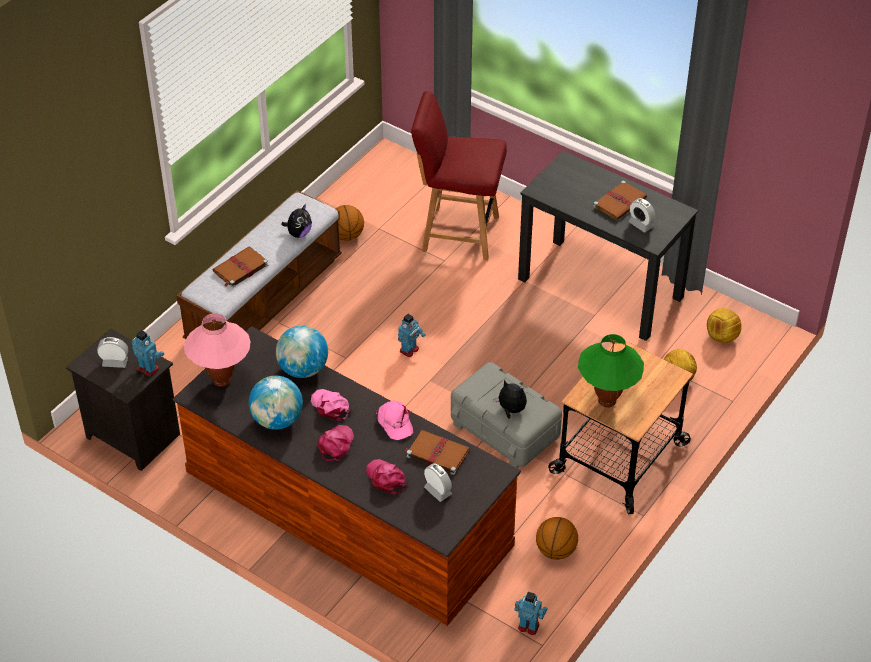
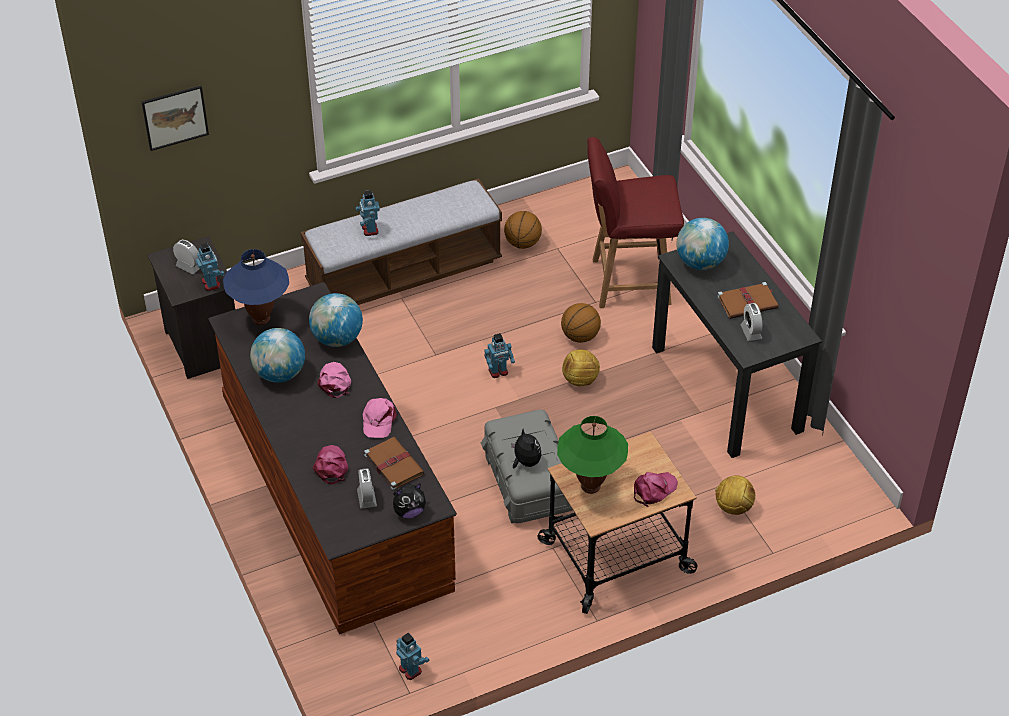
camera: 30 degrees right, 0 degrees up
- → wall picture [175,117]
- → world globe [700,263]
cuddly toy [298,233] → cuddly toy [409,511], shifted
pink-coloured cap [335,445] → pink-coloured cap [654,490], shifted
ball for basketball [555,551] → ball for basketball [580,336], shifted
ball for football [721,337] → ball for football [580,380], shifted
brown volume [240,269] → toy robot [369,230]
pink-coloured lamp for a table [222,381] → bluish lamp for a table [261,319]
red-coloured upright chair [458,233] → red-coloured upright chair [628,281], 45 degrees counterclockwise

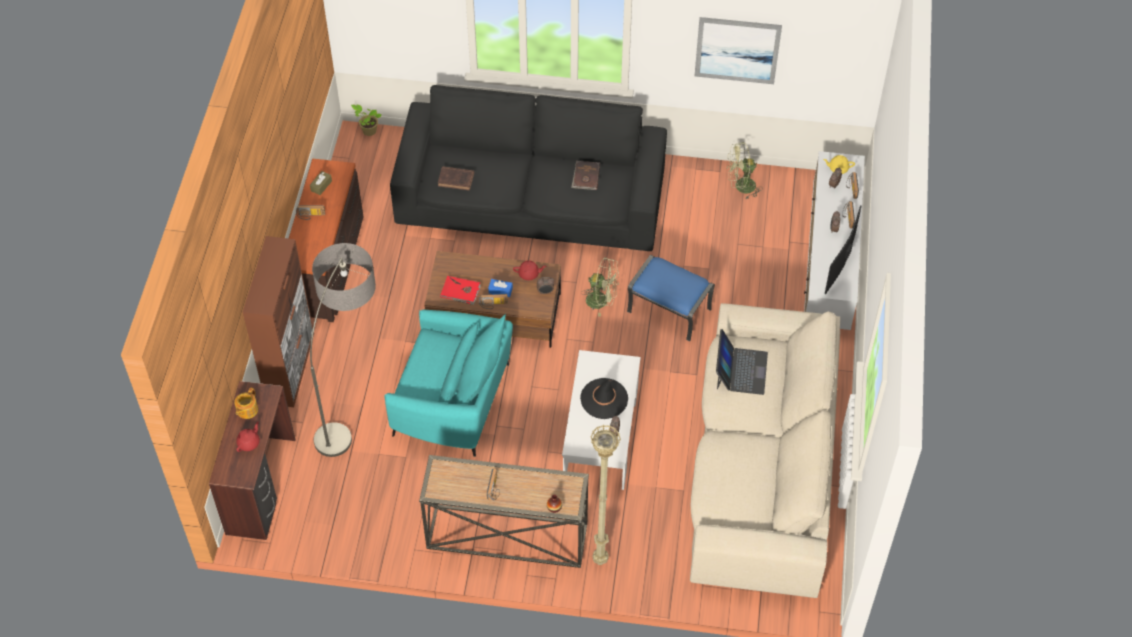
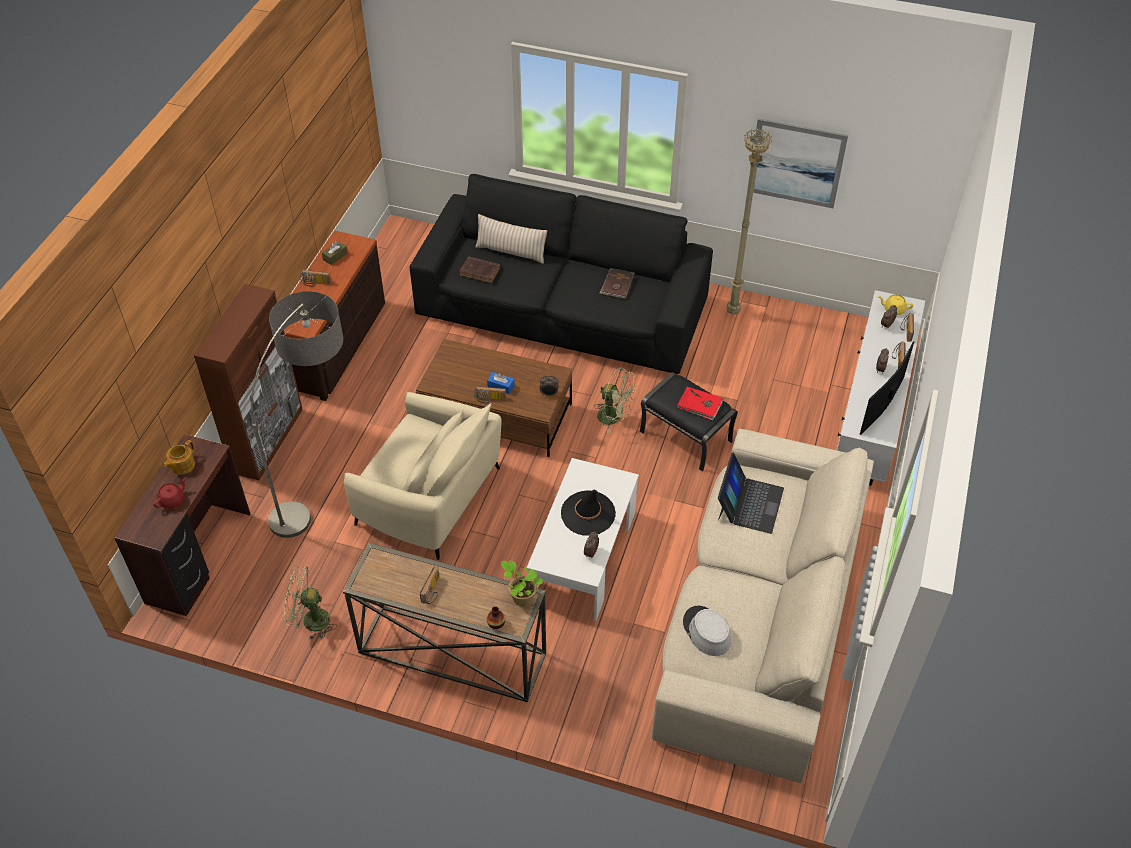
camera: 10 degrees right, 5 degrees down
red-coloured pot for tea [529,274] → -
- → beige-coloured pillow [511,252]
- → grey clothing hat [706,631]
plant in a pot [368,130] → plant in a pot [521,597], shifted
red-coloured volume [460,291] → red-coloured volume [699,405], shifted
beige-coloured standing lamp [601,560] → beige-coloured standing lamp [734,312], shifted
green cooling fan [740,187] → green cooling fan [310,621], shifted
blue-green easy chair [453,401] → beige-coloured easy chair [430,498]
bluish footrest [668,311] → black footrest [684,437]

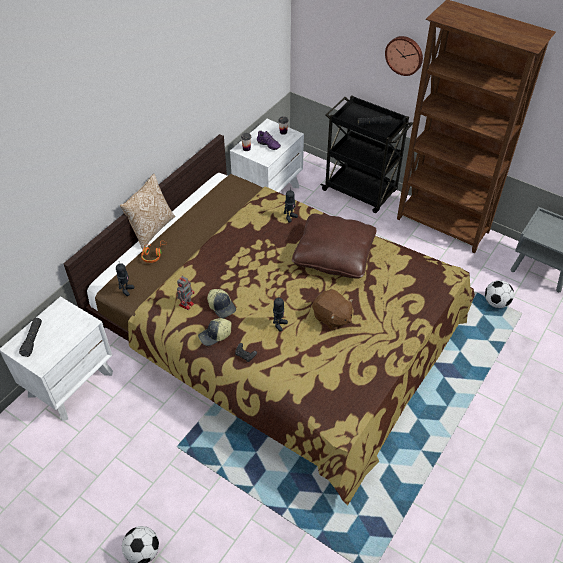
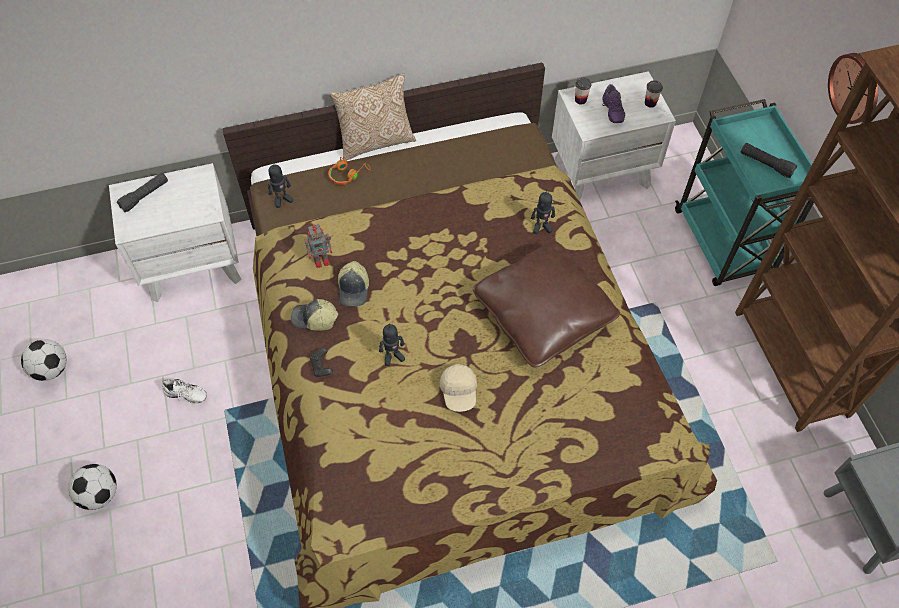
camera: 40 degrees right, 10 degrees up
- → white shoe [185,396]
ball for football [496,303] → ball for football [51,369], shifted
brown cuddly toy [332,318] → beige-coloured cap [459,392]
black wheeled cart [361,191] → blue-green wheeled cart [724,243]

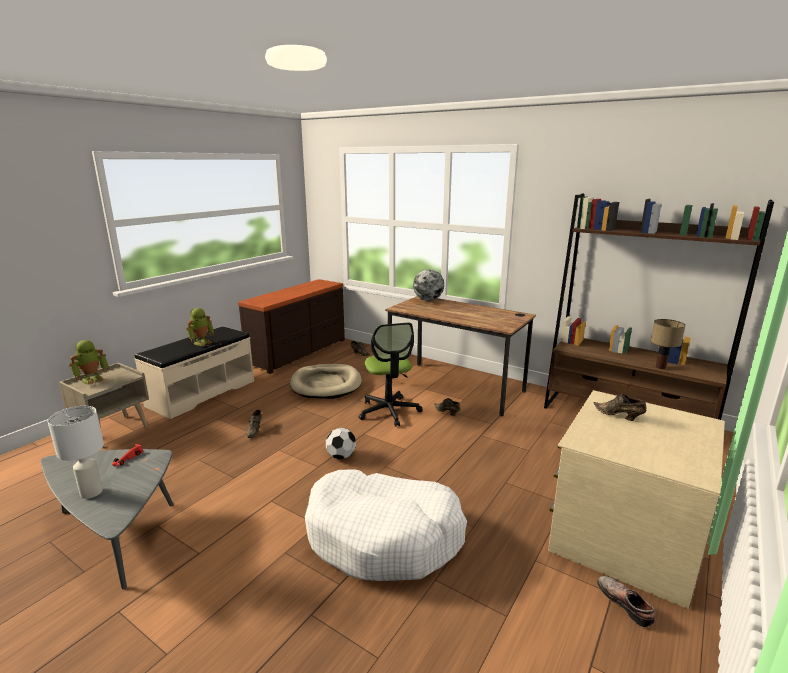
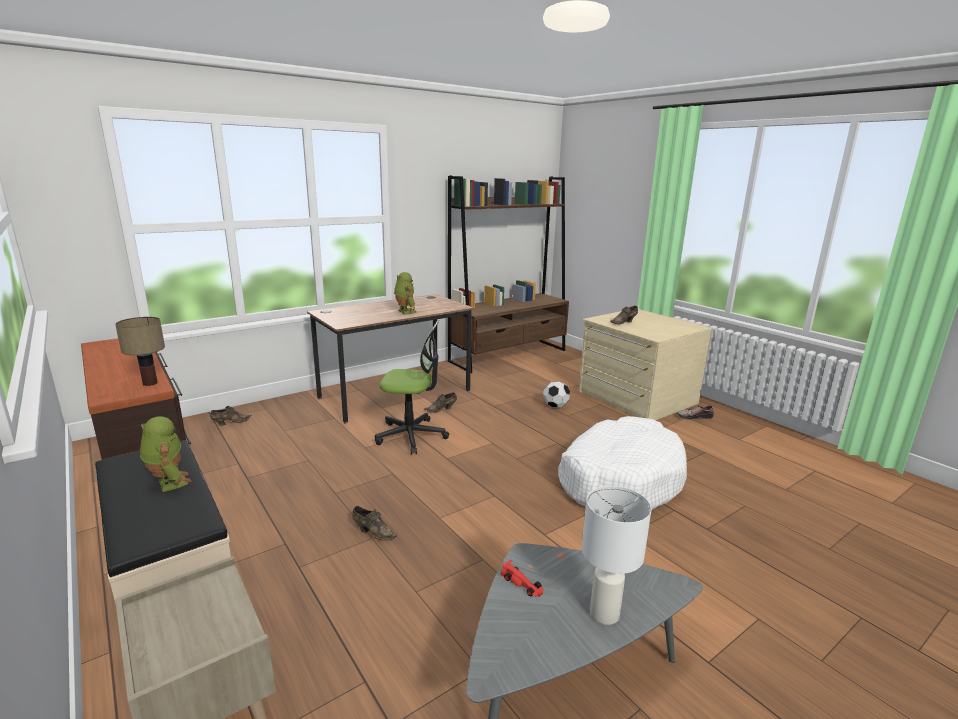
camera: 70 degrees left, 0 degrees up
beige-coloured dog cushion [326,384] → -
world globe [428,300] → -
toy robot [92,379] → toy robot [405,312], shifted
ball for football [341,456] → ball for football [555,406], shifted
lamp for a table [661,367] → lamp for a table [151,383], shifted

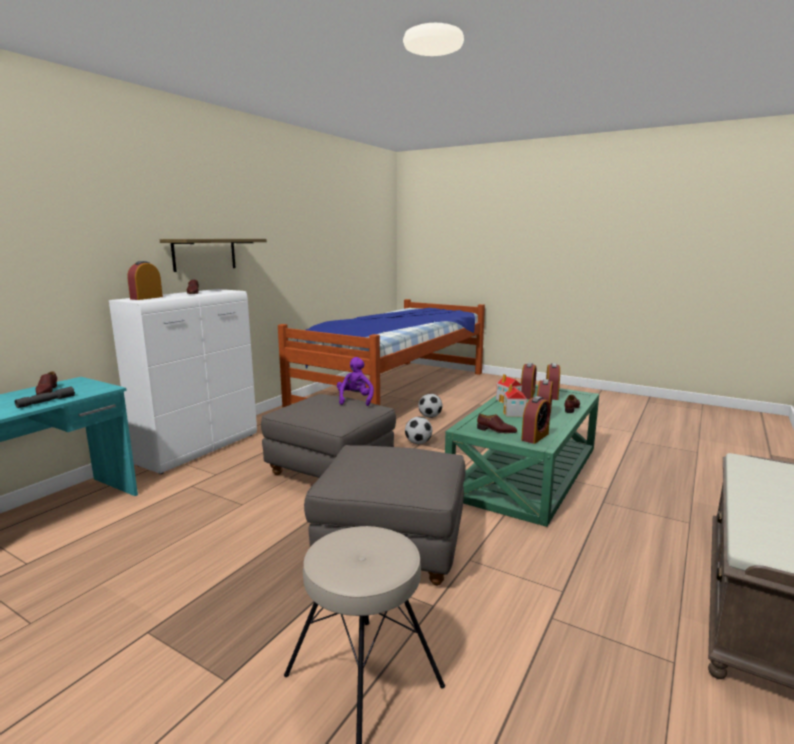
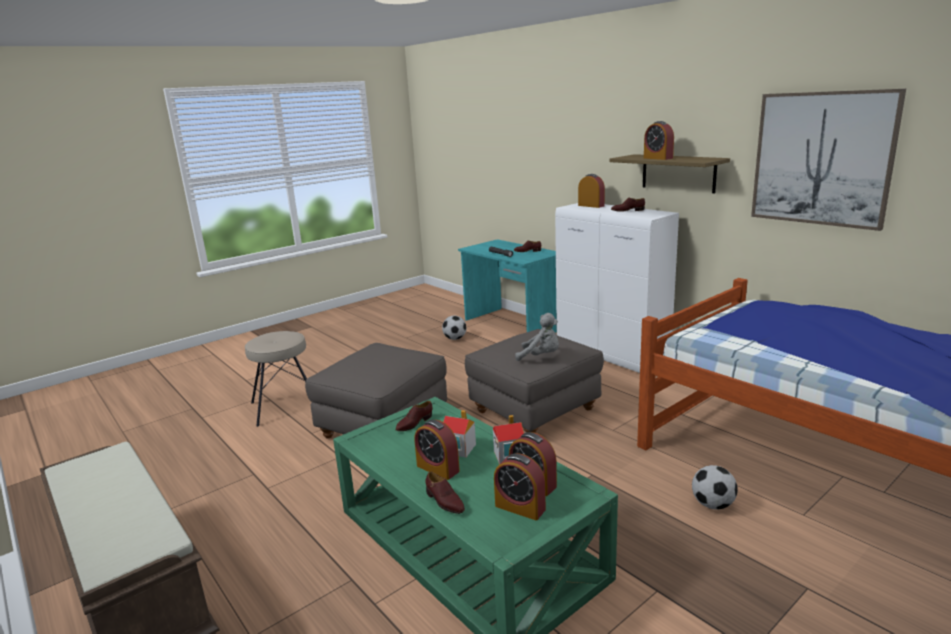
camera: 110 degrees right, 5 degrees up
- → wall picture [821,159]
ball for football [418,443] → ball for football [455,338], shifted
bedside clock [535,437] → bedside clock [658,158], shifted
purple-coloured cuddly toy [355,400] → grey cuddly toy [541,356]

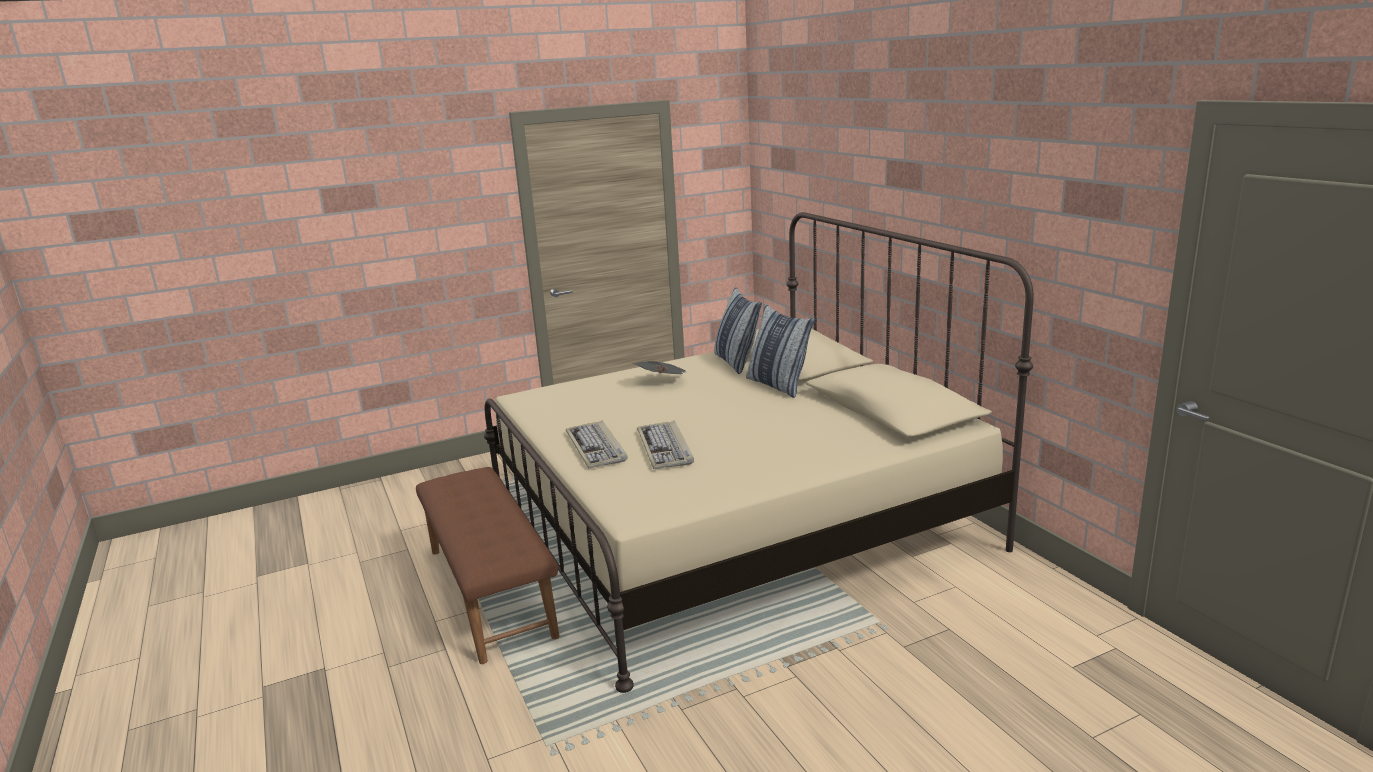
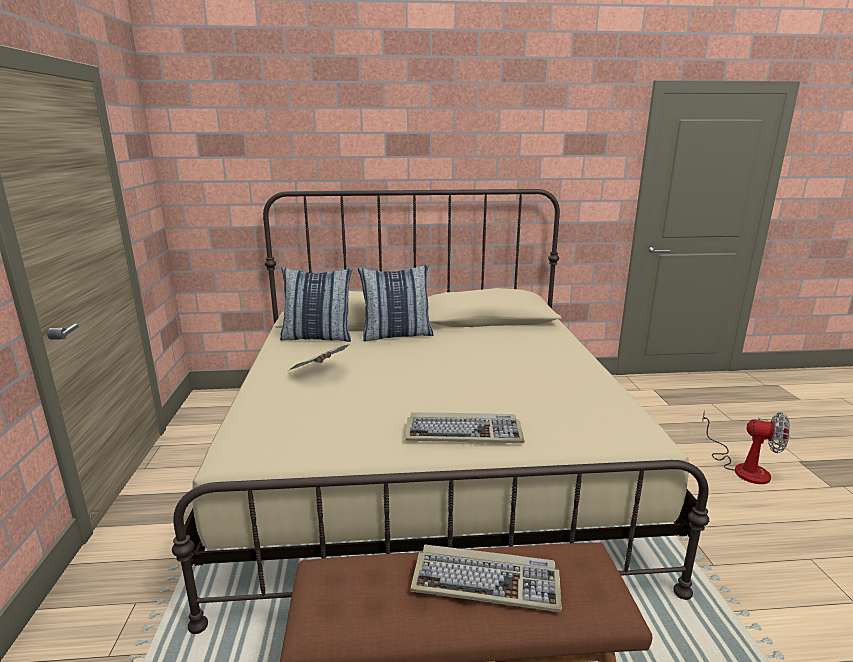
camera: 70 degrees left, 0 degrees up
- → cooling fan [742,467]
computer keyboard [665,448] → computer keyboard [487,581], shifted

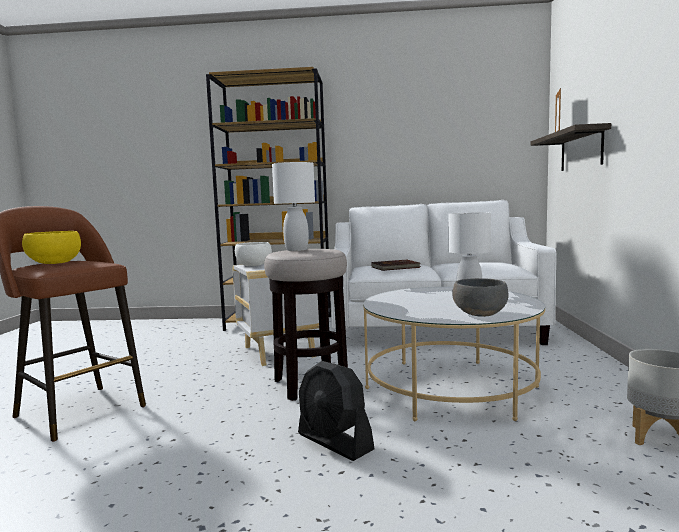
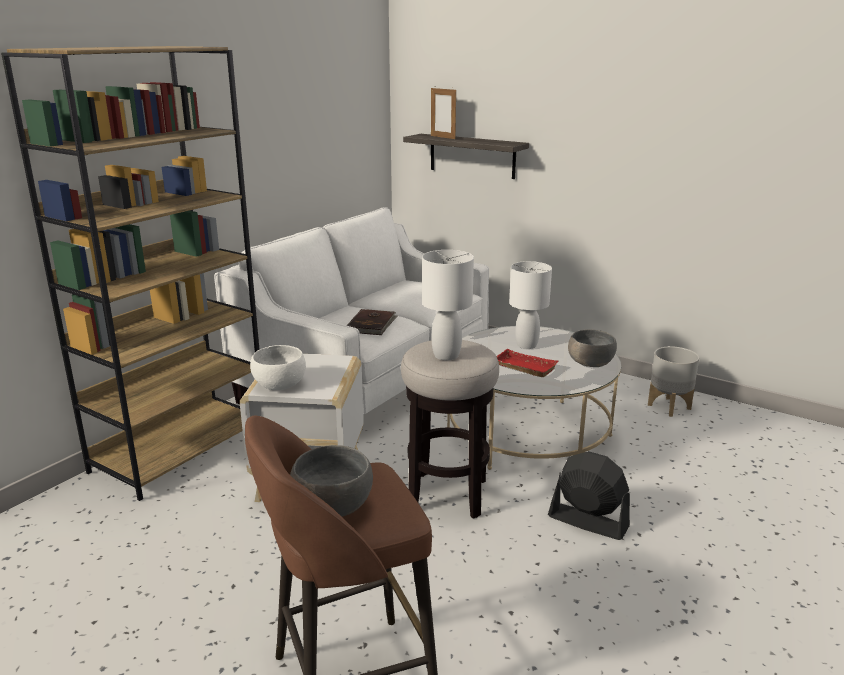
camera: 60 degrees left, 15 degrees up
- → red-coloured tray [523,367]
yellow serving bowl [54,262] → grey serving bowl [332,506]
black cooling fan [334,442] → black cooling fan [587,521], 135 degrees counterclockwise

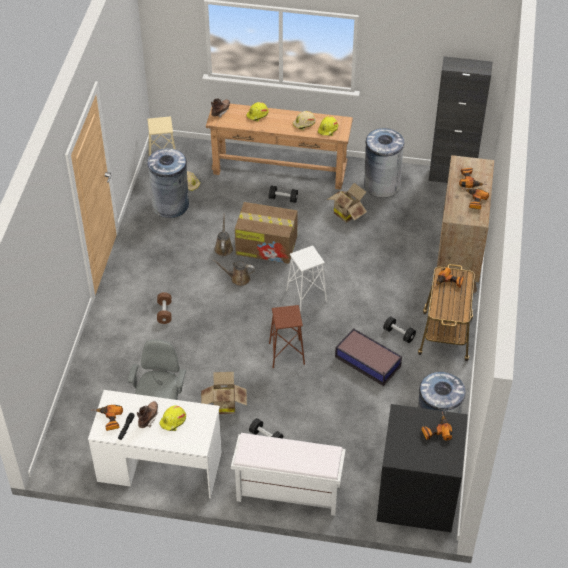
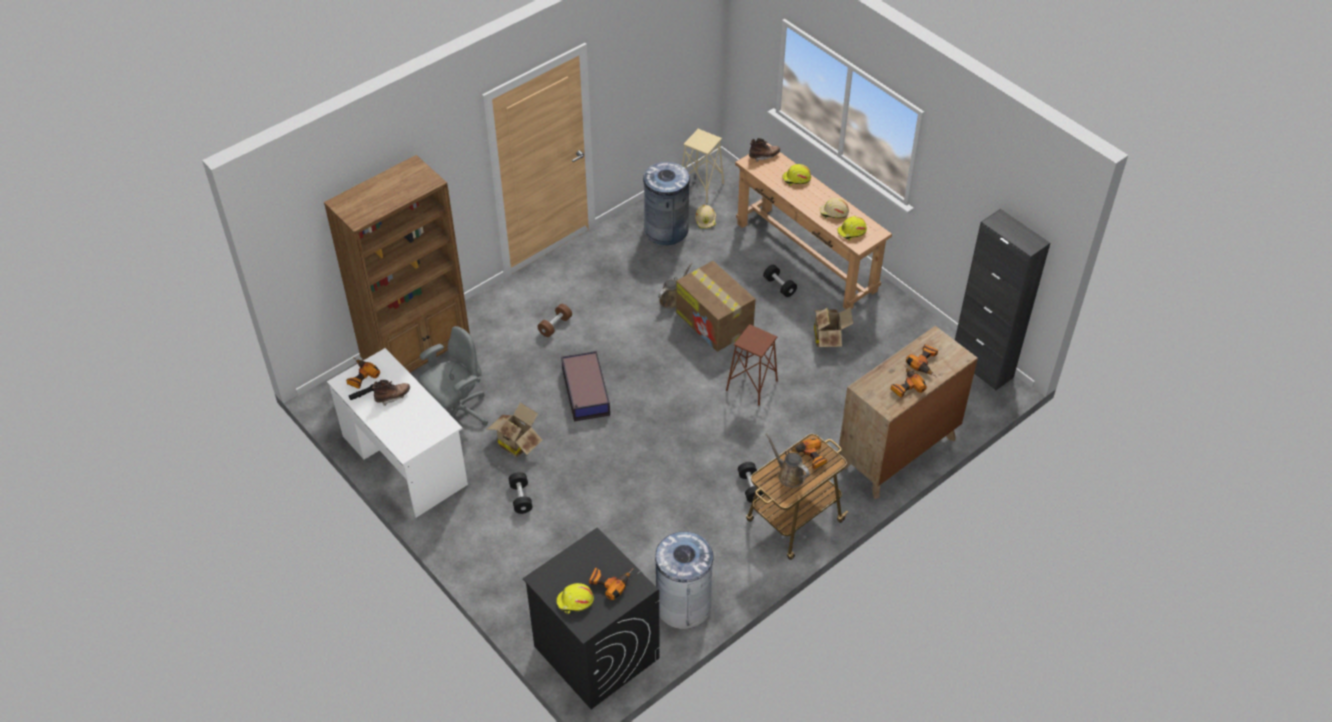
camera: 40 degrees right, 0 degrees up
white indoor bench [287,493] → -
white stool seat [306,295] → -
grey trash can [381,184] → -
- → brown shelving unit [418,355]
yellow safety helmet [173,421] → yellow safety helmet [575,601], shifted
brown watering pot [238,278] → brown watering pot [789,474], shifted
brown stool seat [286,354] → brown stool seat [751,386], shifted
storage container [368,362] → storage container [585,392], shifted

